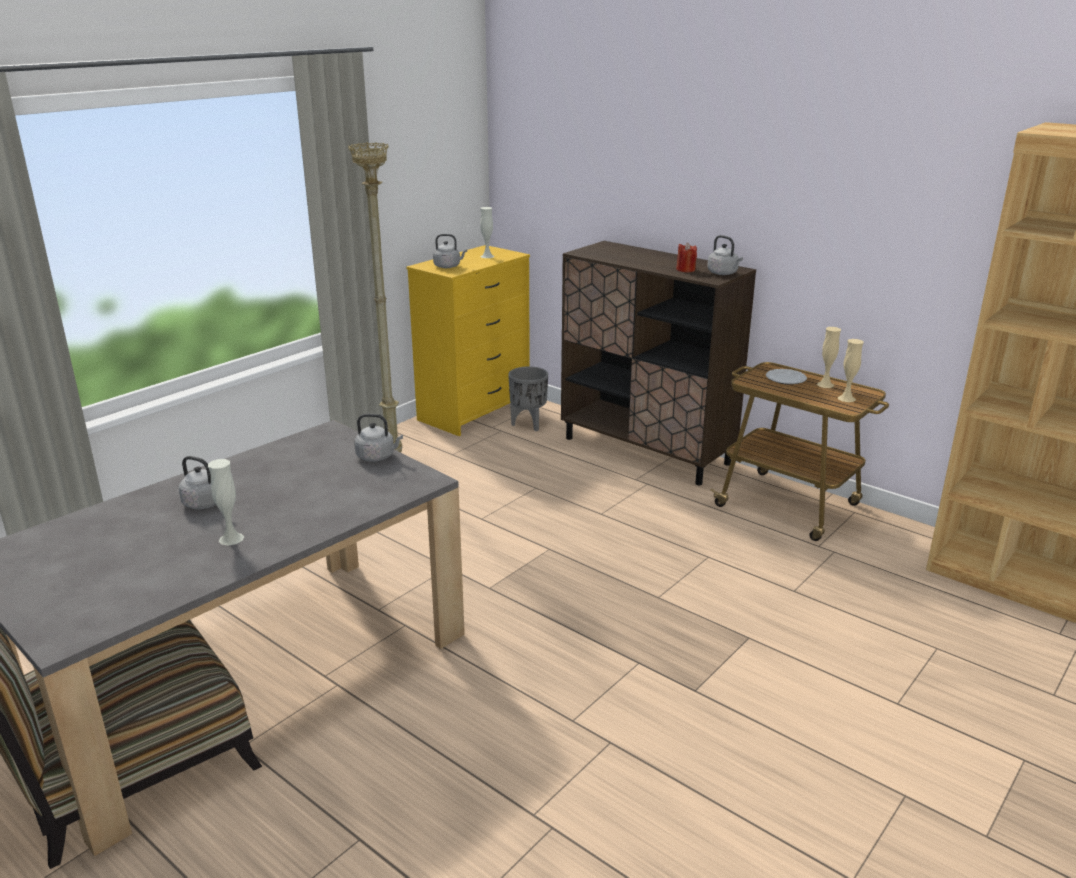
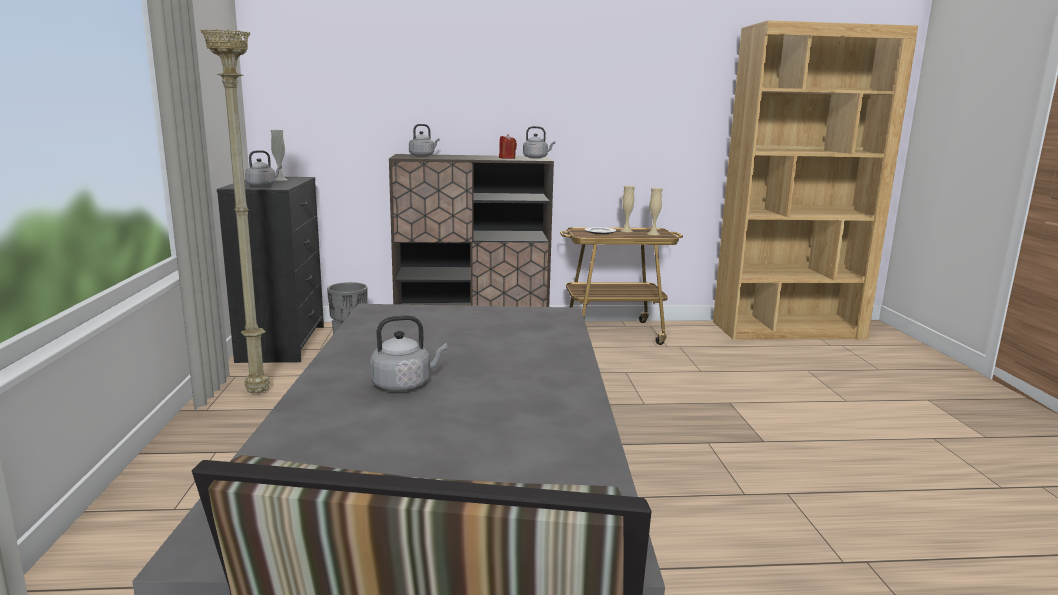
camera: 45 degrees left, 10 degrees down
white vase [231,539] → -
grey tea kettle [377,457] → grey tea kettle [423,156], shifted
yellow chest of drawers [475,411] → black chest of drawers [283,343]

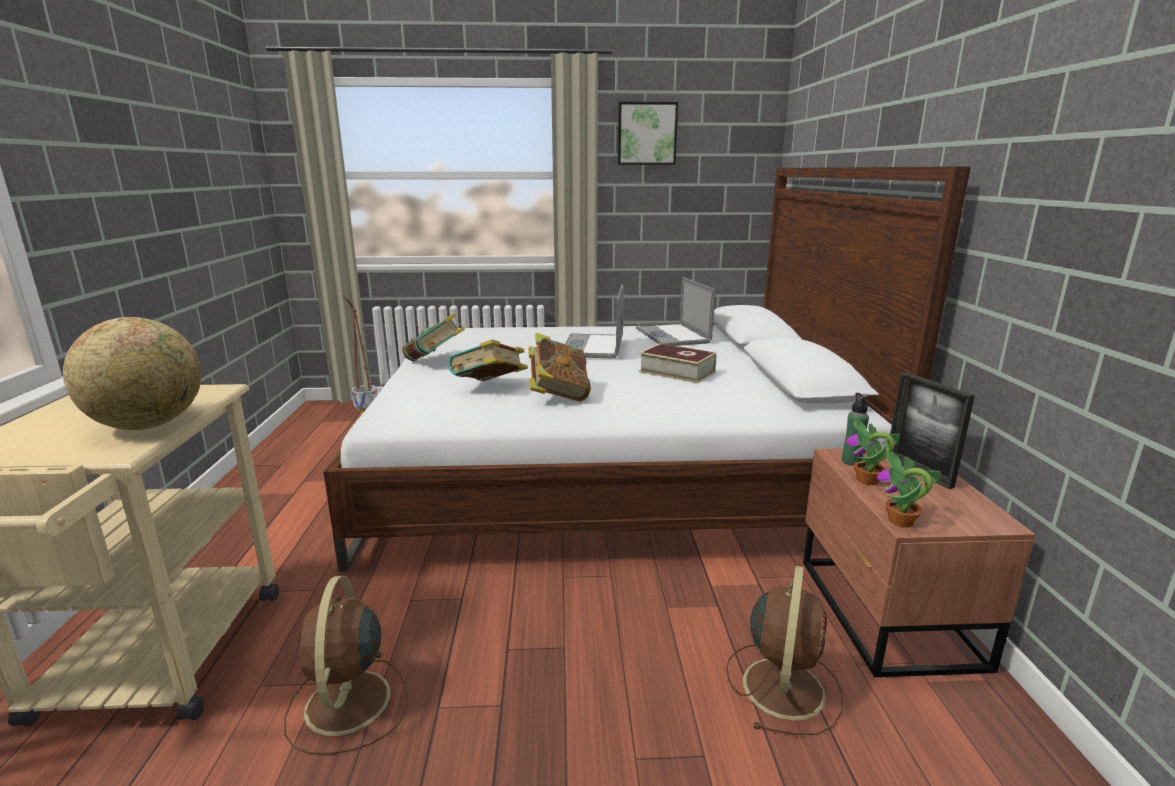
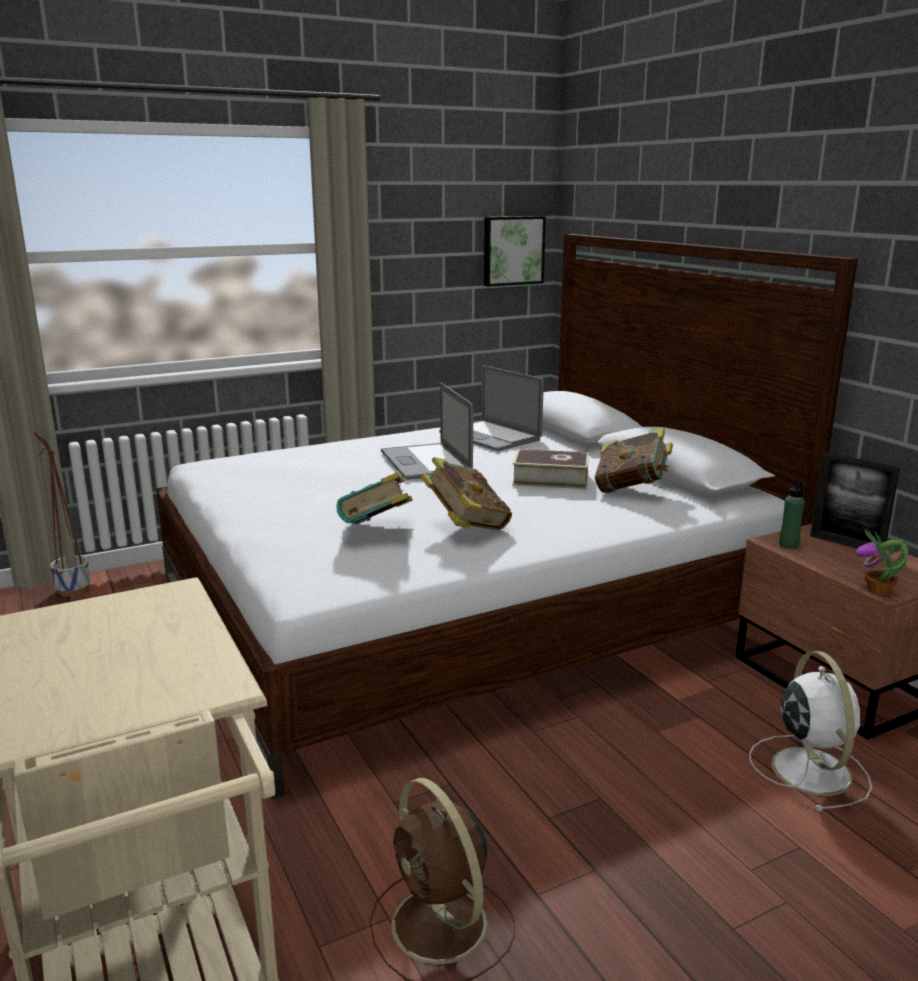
camera: 25 degrees left, 0 degrees up
world globe [149,424] → -
plant in a pot [867,480] → -
volume [434,362] → volume [631,490], shifted
wall picture [646,134] → wall picture [512,250], shifted
brown cooling fan [783,685] → white cooling fan [809,768]

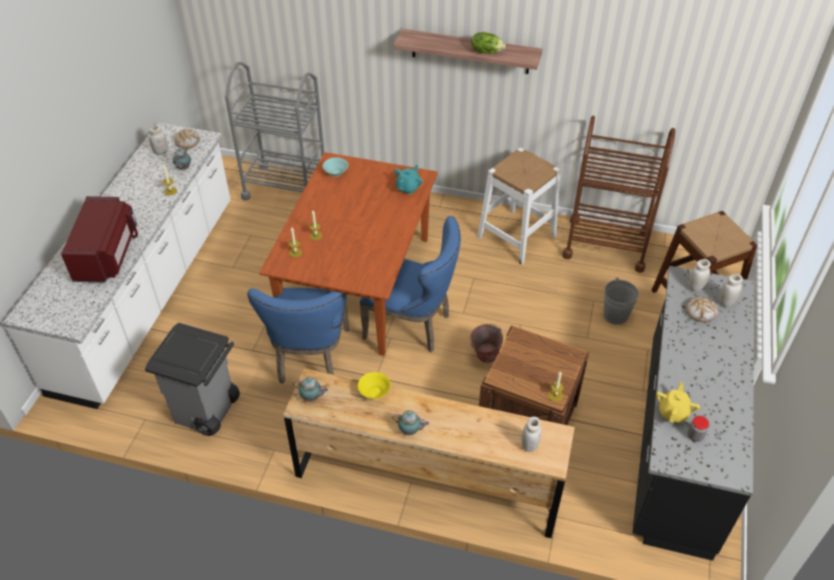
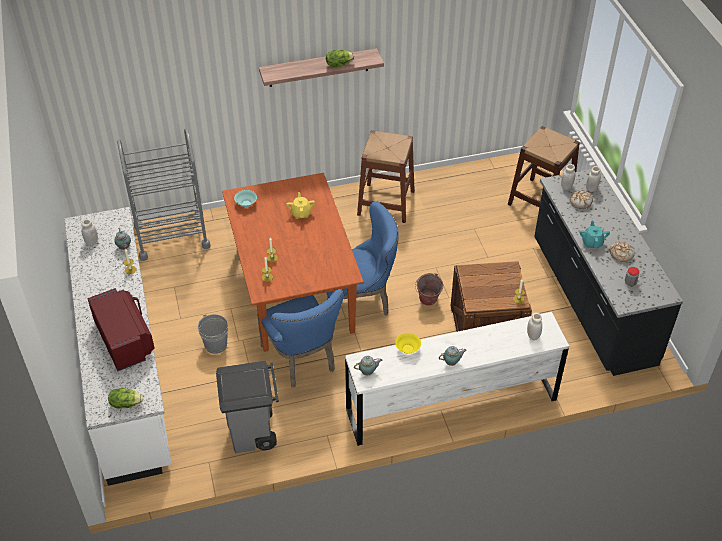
camera: 30 degrees left, 0 degrees up
brown wheeled cart [606,245] → -
- → lettuce head [126,403]
bread [187,142] → bread [621,254], shifted
blue-green pot for tea [408,188] → blue-green pot for tea [592,243], shifted
grey pail [615,315] → grey pail [216,345], shifted
yellow pot for tea [673,412] → yellow pot for tea [301,213], shifted
brown chest of drawers [427,482] → white chest of drawers [451,404]
white stool seat [516,236] → brown stool seat [386,202]

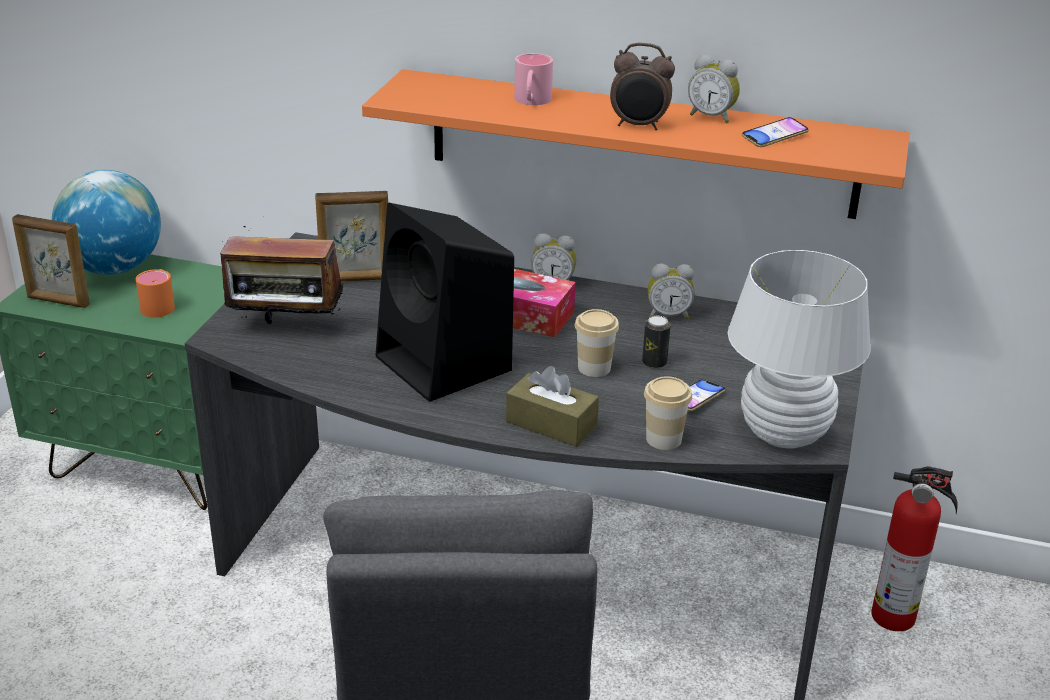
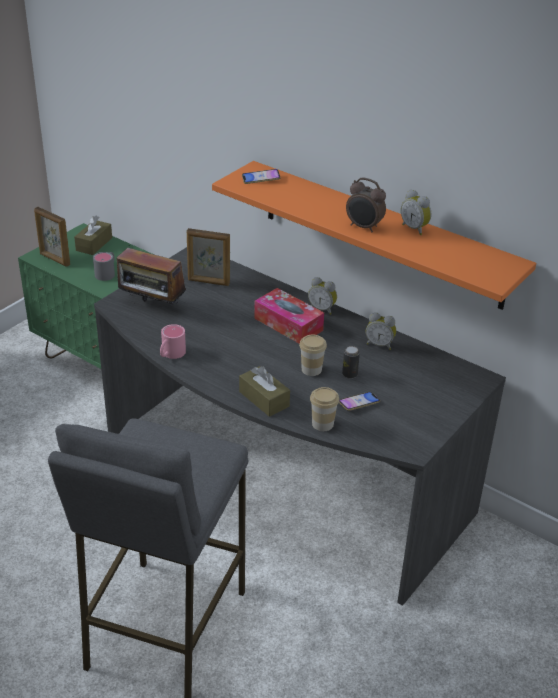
camera: 20 degrees right, 5 degrees up
black speaker [446,365] → -
white lamp for a table [783,434] → -
fire extinguisher [896,617] → -
pink-coloured tea mug [531,101] → pink-coloured tea mug [170,354], shifted
handset [774,137] → handset [261,179], shifted
world globe [114,268] → brown tissue holder [94,244]
orange-coloured tea mug [160,305] → grey tea mug [107,273]

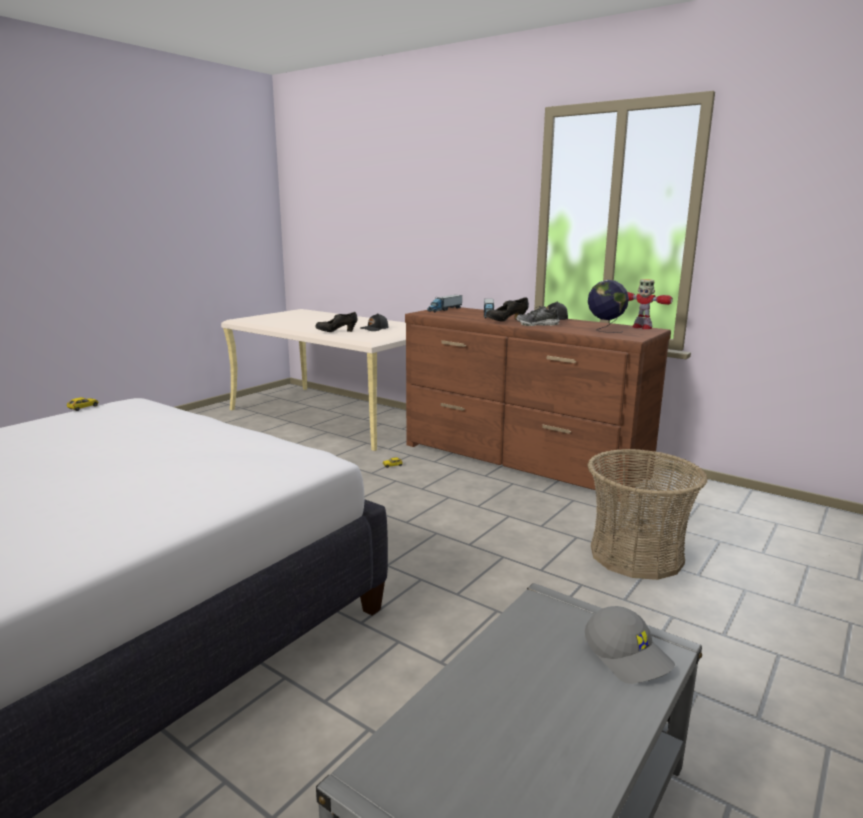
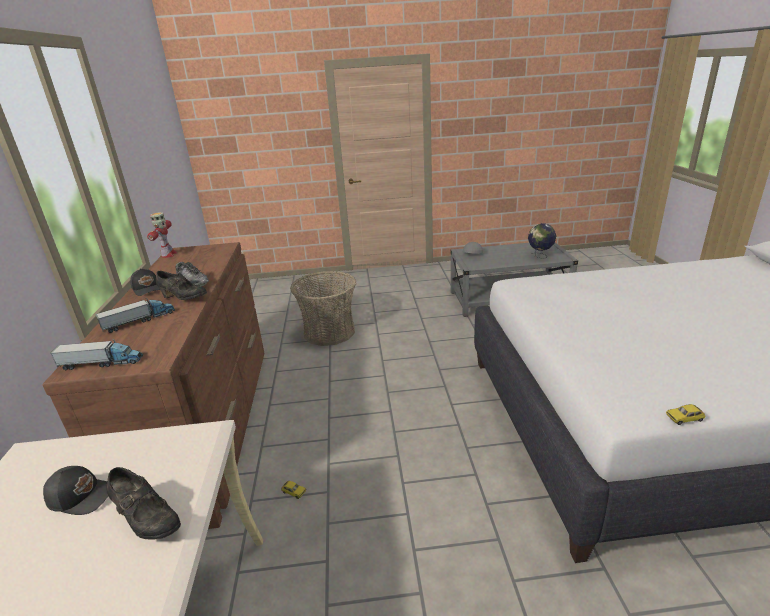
camera: 130 degrees left, 10 degrees up
world globe [605,330] → world globe [540,256], shifted

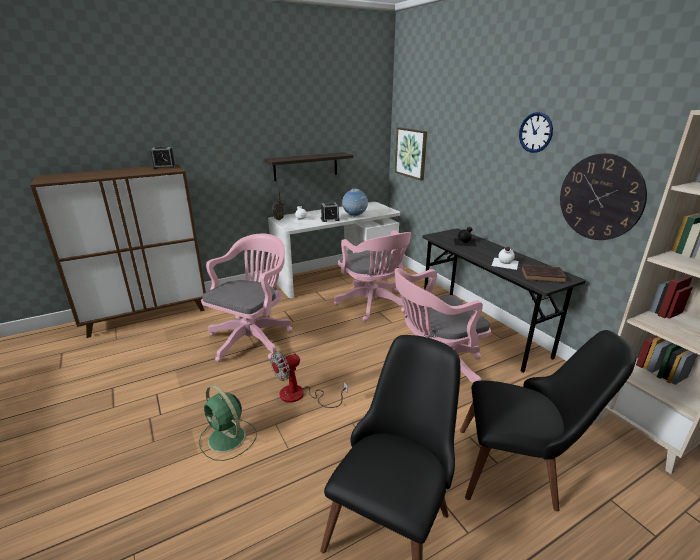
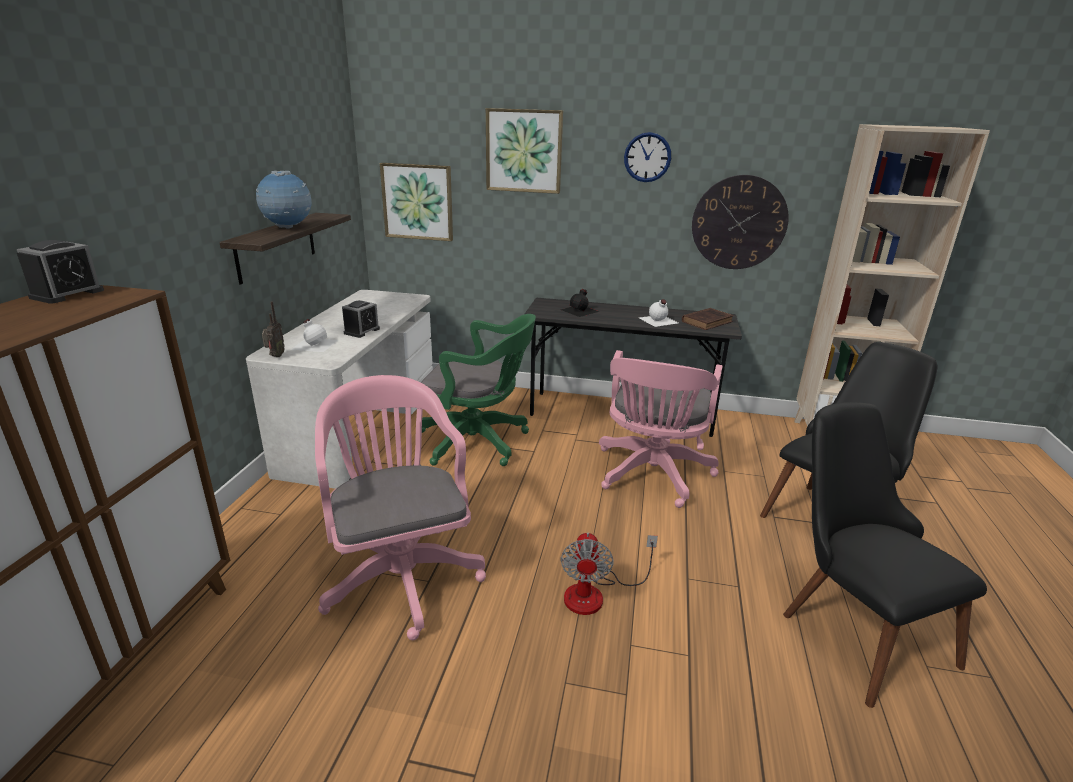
camera: 50 degrees left, 0 degrees up
green cooling fan [228,439] → -
- → wall picture [524,151]
world globe [354,216] → world globe [288,228], shifted
pink-coloured desk chair [373,305] → green desk chair [478,442]

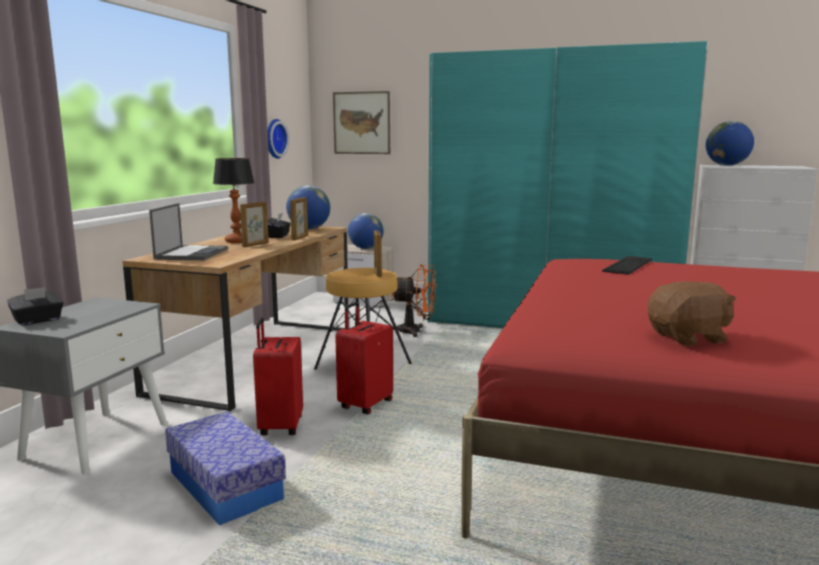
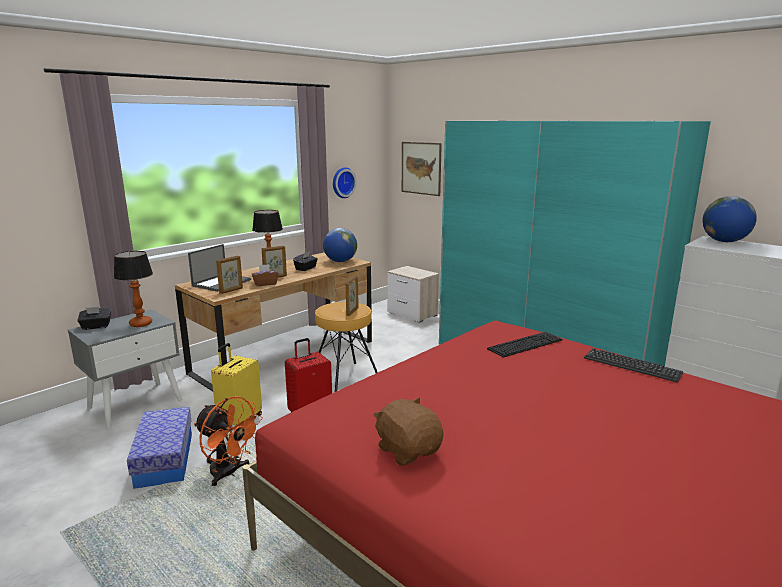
camera: 25 degrees right, 5 degrees up
world globe [366,248] → -
- → lamp for a table [141,324]
- → brown tissue holder [265,284]
- → computer keyboard [631,365]
photo frame [300,238] → photo frame [231,290], shifted
orange-coloured cooling fan [415,331] → orange-coloured cooling fan [229,473], shifted
red-coloured travel case [279,427] → yellow travel case [239,420]
brown cuddly toy [689,338] → brown cuddly toy [408,450], 135 degrees counterclockwise

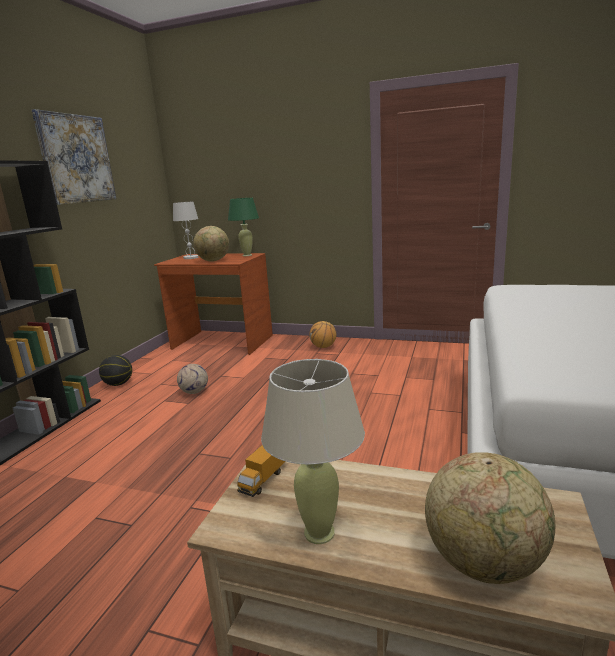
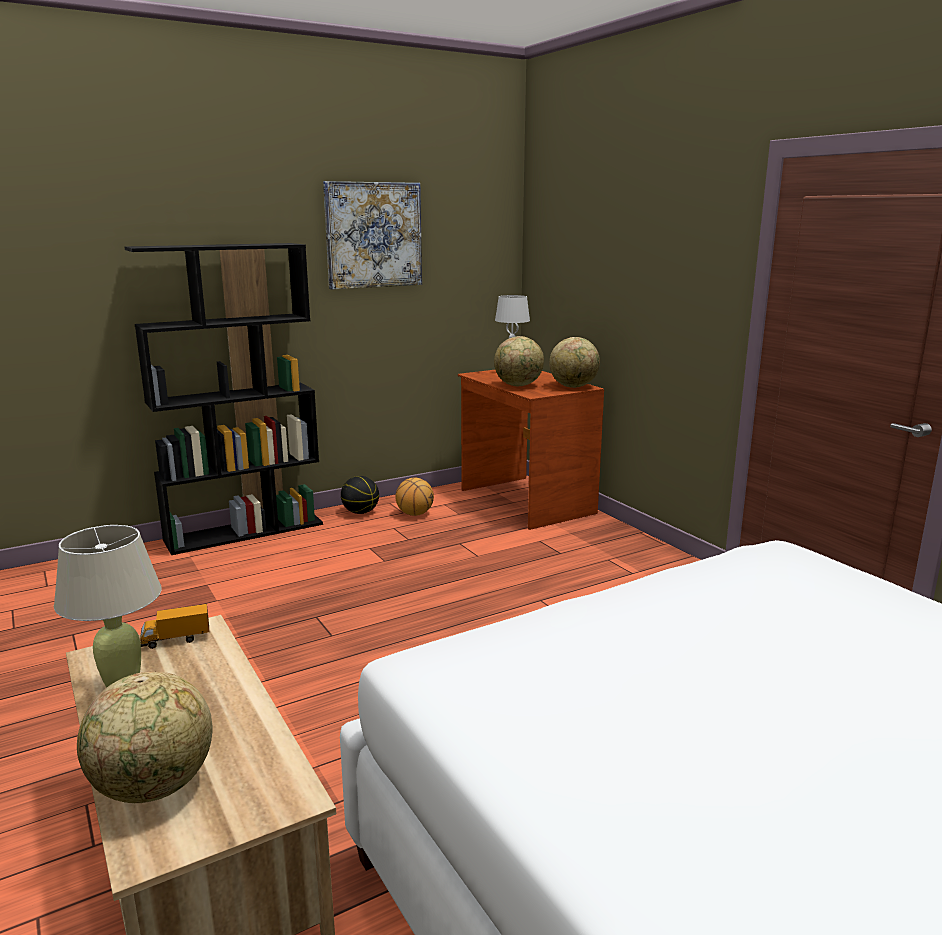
camera: 40 degrees right, 0 degrees up
ball for football [194,392] → -
ball for basketball [323,347] → ball for basketball [415,514], shifted
green lamp for a table [247,255] → world globe [573,386]

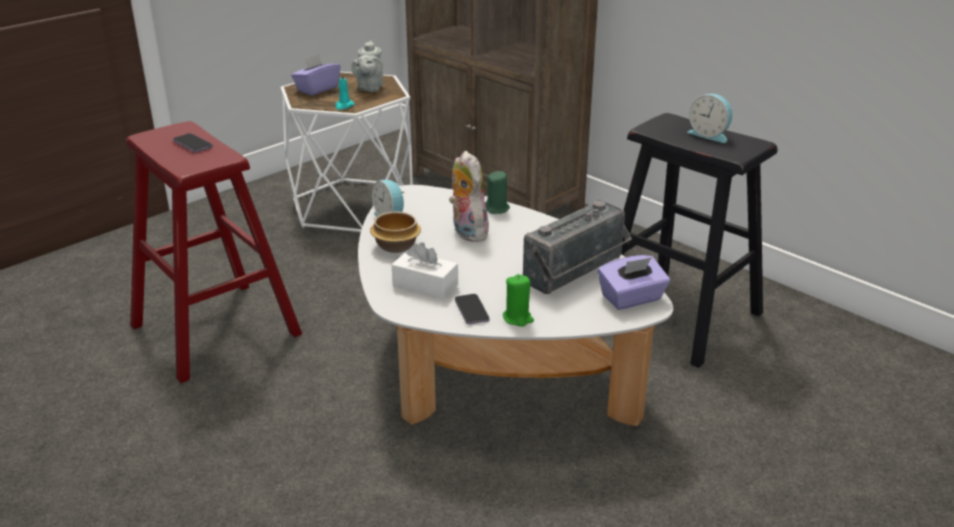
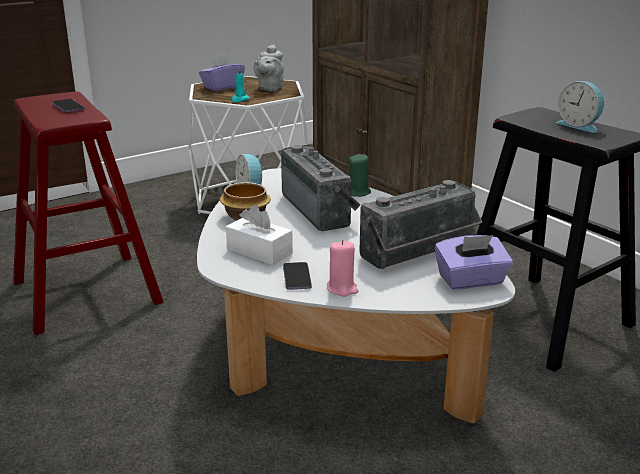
camera: 10 degrees right, 5 degrees down
cuddly toy [466,232] → radio [320,209]
green wax candle [518,318] → pink-coloured wax candle [342,289]

